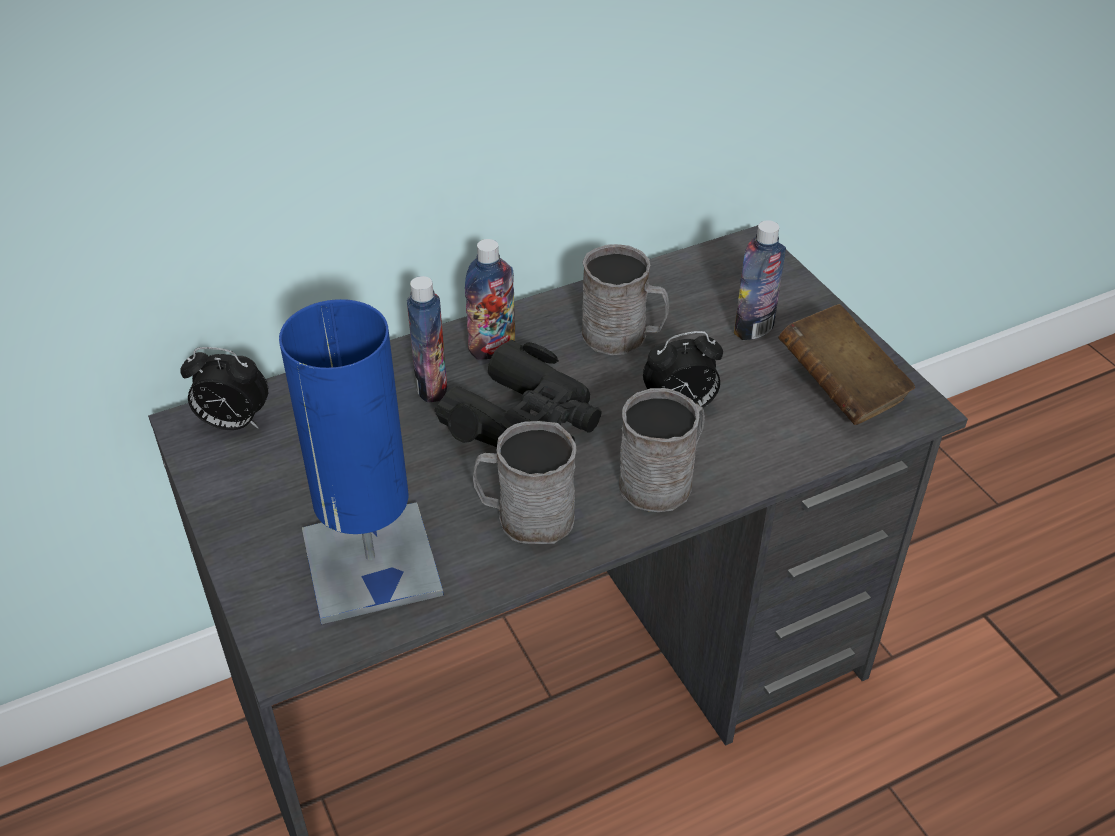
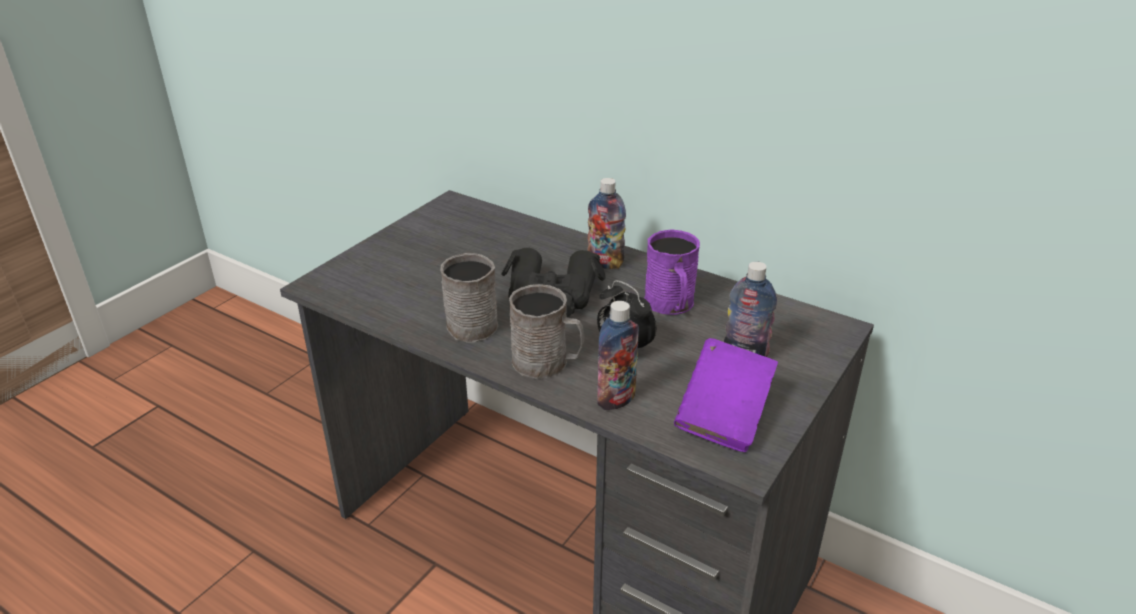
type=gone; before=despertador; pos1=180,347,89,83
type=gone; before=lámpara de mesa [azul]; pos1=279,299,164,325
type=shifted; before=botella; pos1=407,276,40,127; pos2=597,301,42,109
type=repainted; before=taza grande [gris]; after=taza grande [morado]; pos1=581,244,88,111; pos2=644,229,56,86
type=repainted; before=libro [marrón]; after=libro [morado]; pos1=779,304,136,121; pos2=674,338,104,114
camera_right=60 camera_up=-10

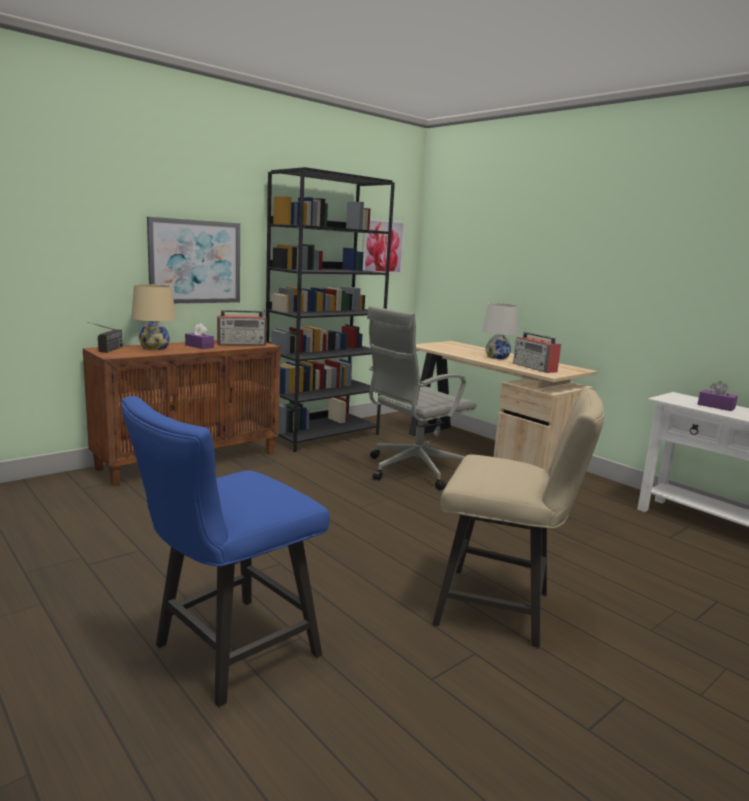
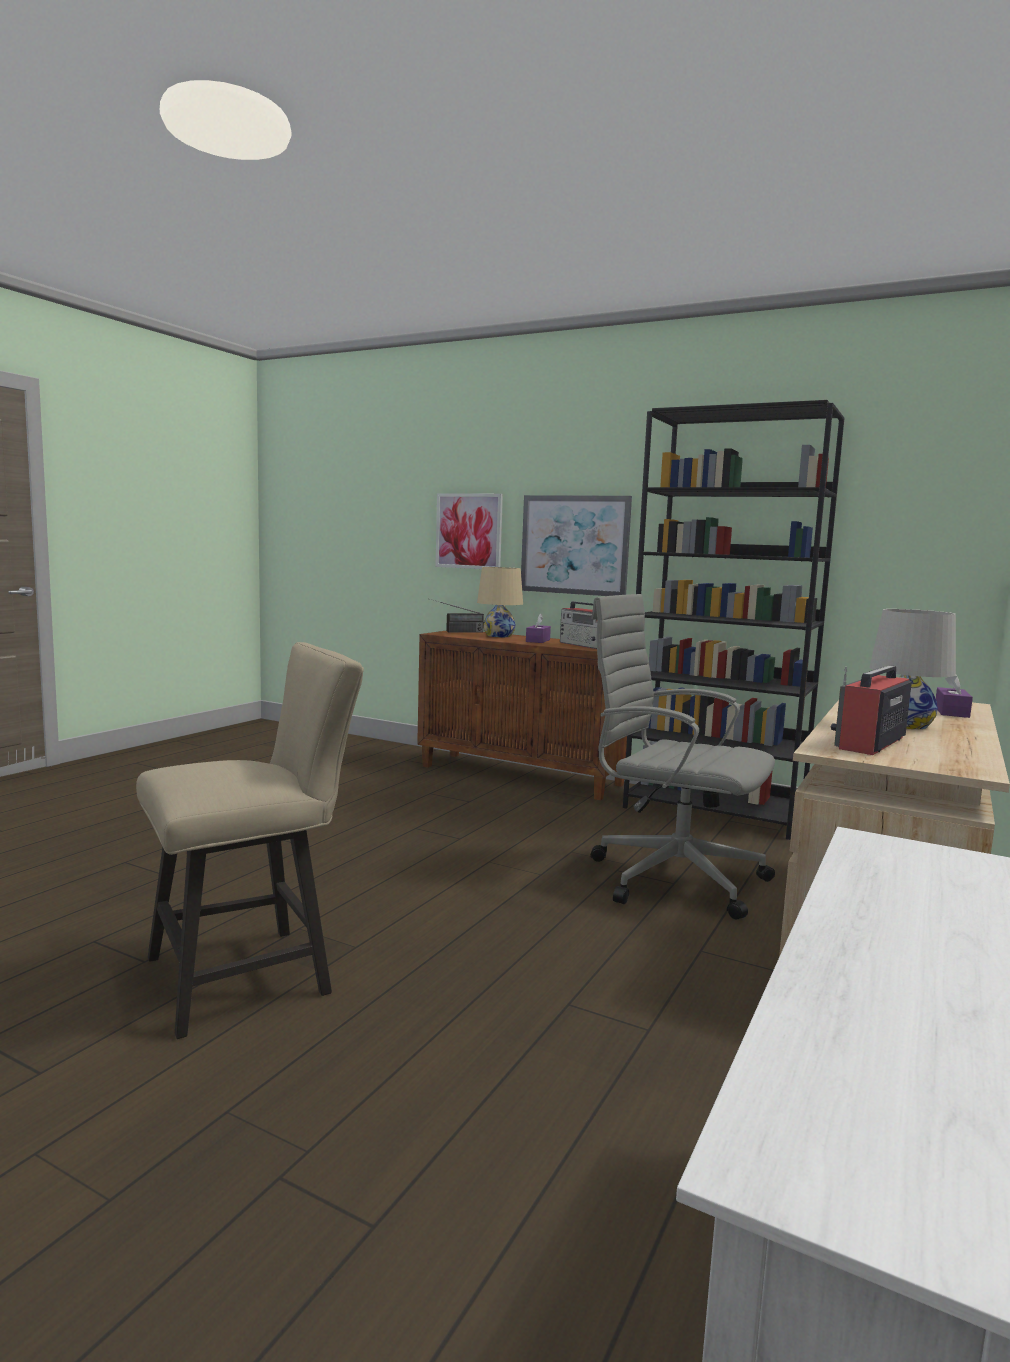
type=gone; before=silla [azul]; pos1=121,396,209,311
type=shifted; before=cuadro; pos1=362,218,43,56; pos2=435,493,68,76
type=rotated; before=silla [beis]; pos1=432,389,172,259; pos2=136,642,228,397; turn=-120
type=shifted; before=caja de pañuelos [morado]; pos1=698,381,40,30; pos2=936,675,37,43
camera_right=70 camera_up=-5

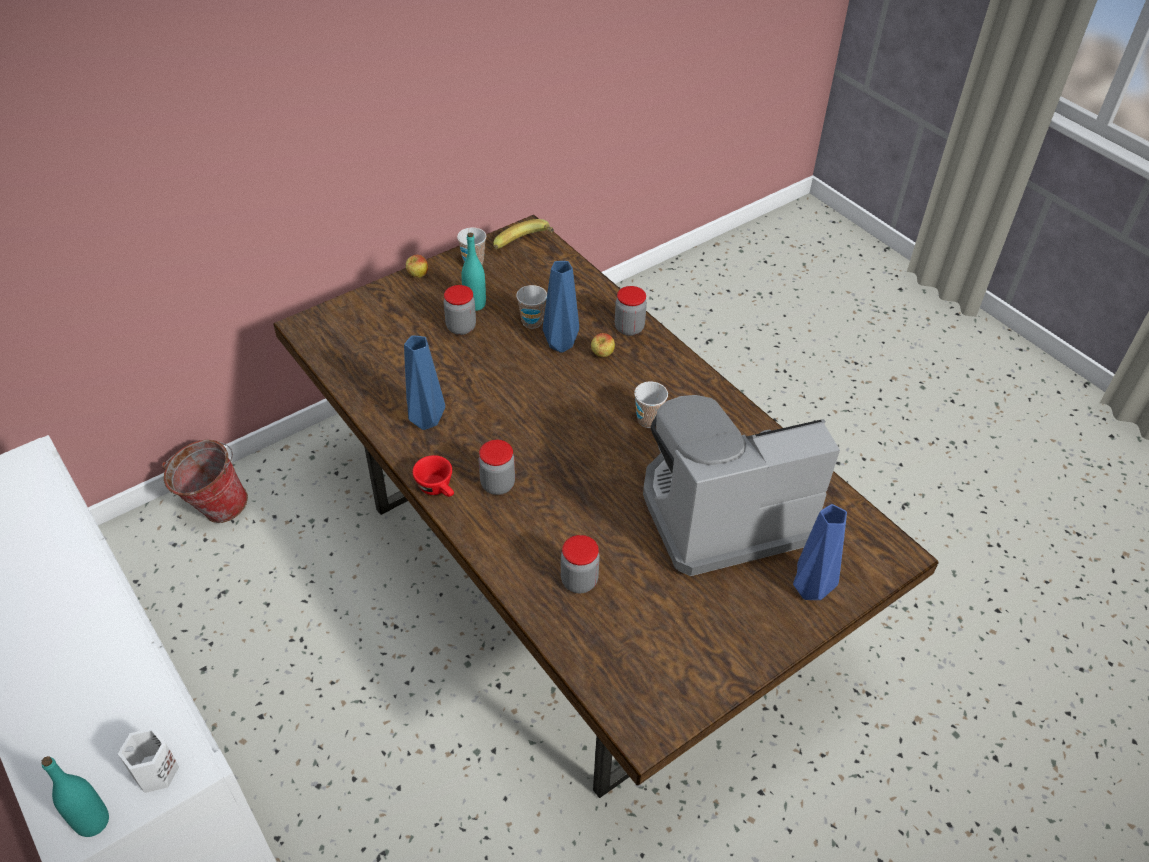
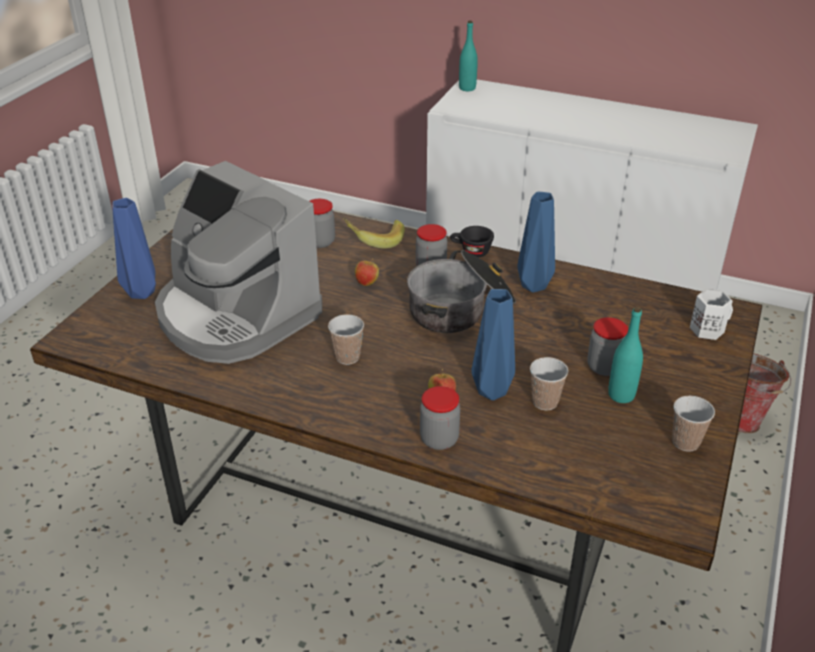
type=shifted; before=taza grande [blanco]; pos1=118,728,61,65; pos2=690,289,43,51
type=shifted; before=manzana; pos1=406,255,22,23; pos2=355,258,24,28
type=repainted; before=taza [rojo]; after=taza [negro]; pos1=412,455,42,42; pos2=450,226,44,31
type=shifted; before=plátano; pos1=493,219,61,30; pos2=342,217,63,32
type=rotated; before=cafetera; pos1=643,395,197,181; pos2=155,161,167,203; turn=90
type=new; after=olla; pos2=407,250,109,83
camera_right=150 camera_up=-10

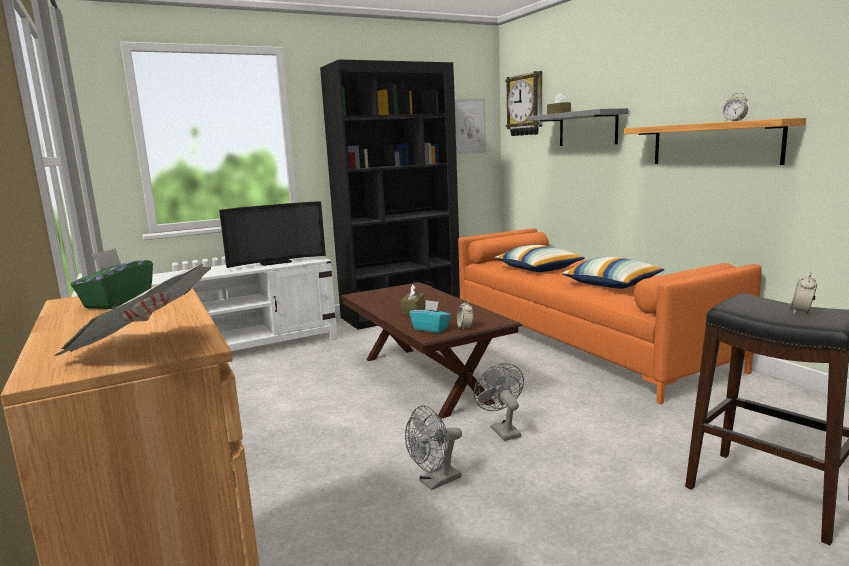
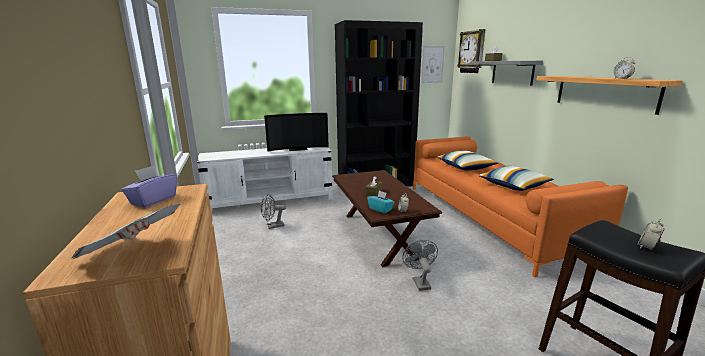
type=repainted; before=caja de pañuelos [verde]; after=caja de pañuelos [morado]; pos1=71,248,82,61; pos2=122,166,55,42
type=shifted; before=ventilador [gris]; pos1=405,405,57,85; pos2=261,194,25,35
camera_right=10 camera_up=5

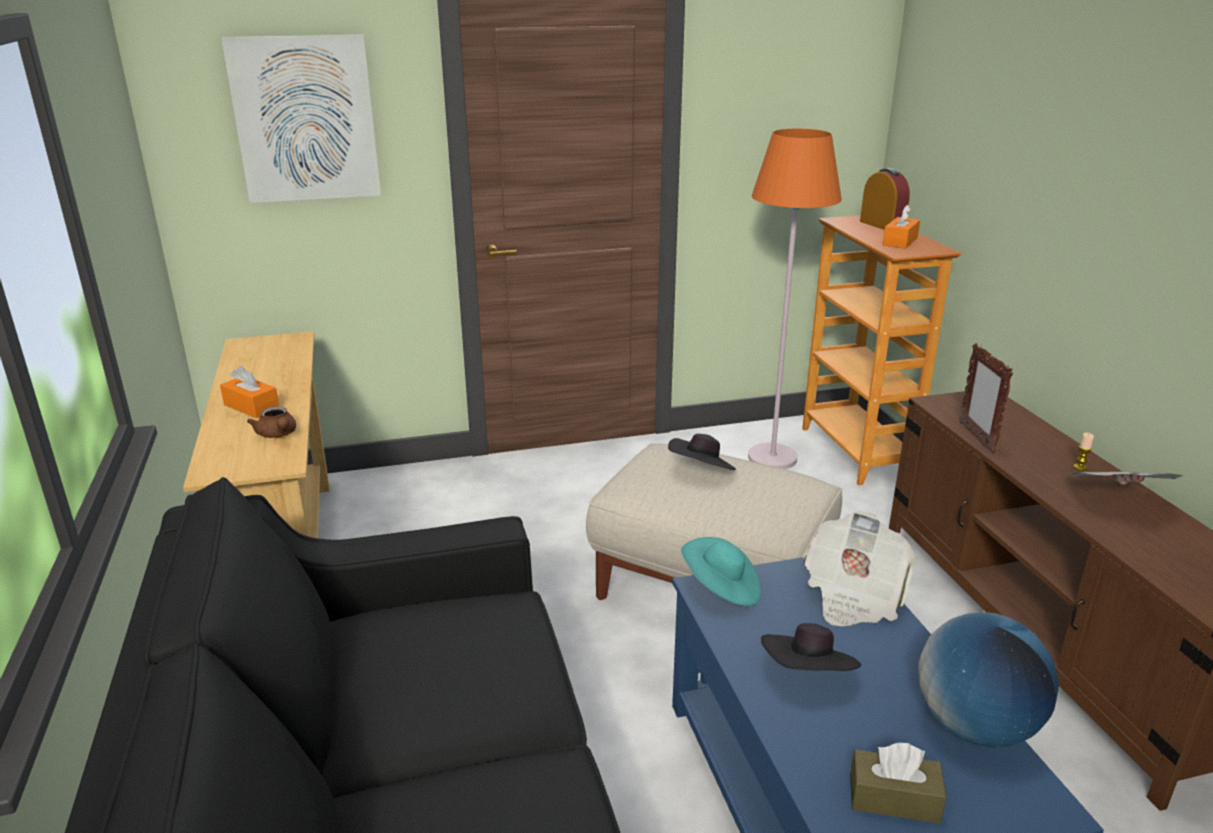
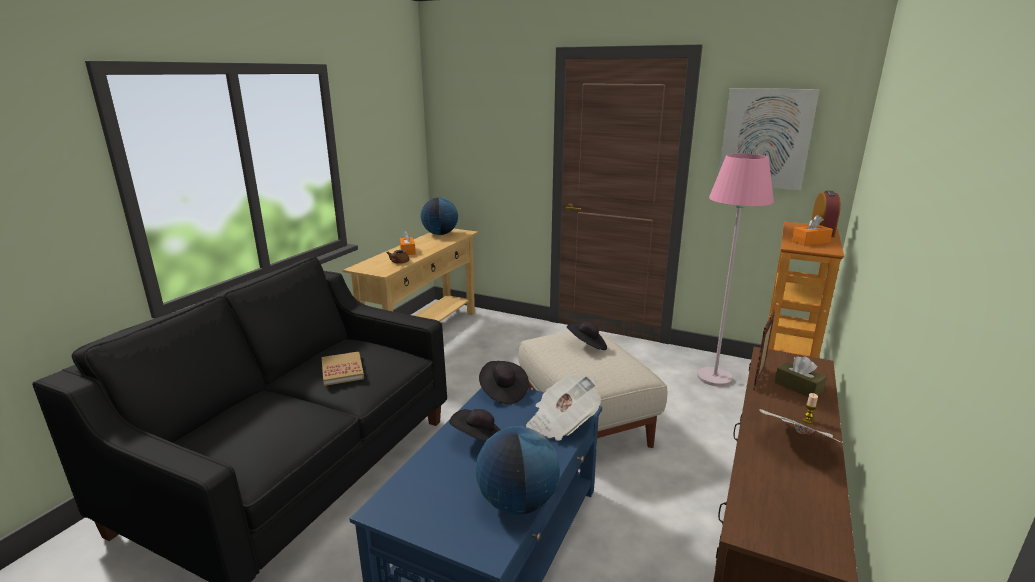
type=shifted; before=cuadro; pos1=221,34,160,169; pos2=719,88,100,102
type=repainted; before=sombrero [turquesa]; after=sombrero [negro]; pos1=681,537,80,69; pos2=479,361,50,43
type=repainted; before=lámpara de pie [naranja]; after=lámpara de pie [rosa]; pos1=748,129,94,340; pos2=697,153,77,234
type=shifted; before=caja de pañuelos [marrón]; pos1=850,743,96,81; pos2=774,356,53,41
type=new; after=libro; pos2=322,352,42,34
type=new; after=globo terráqueo; pos2=421,197,37,38
camera_right=40 camera_up=-5

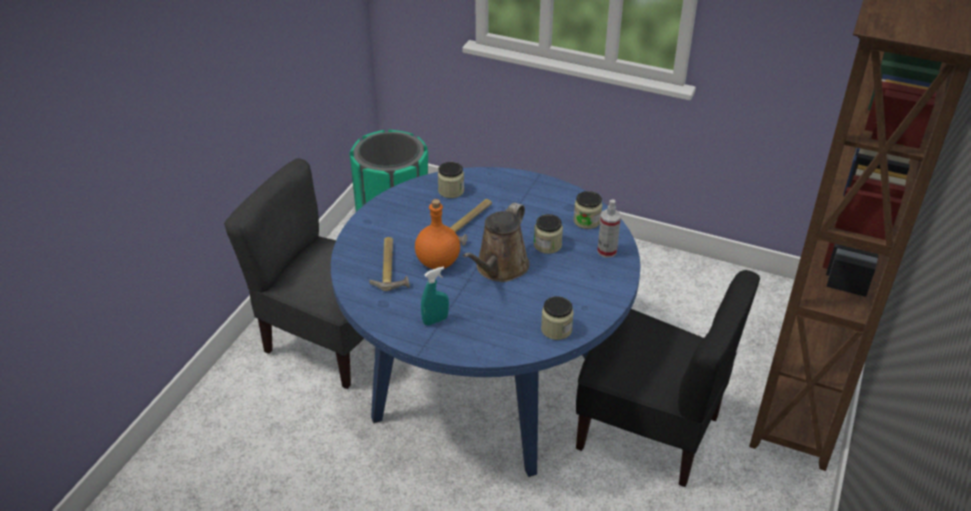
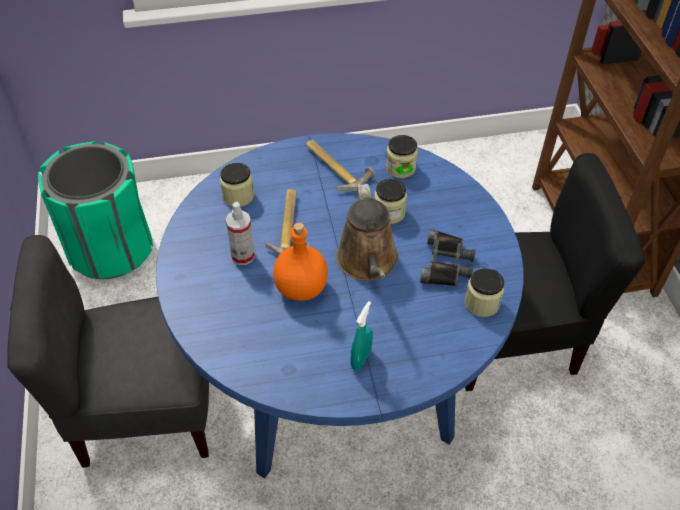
type=shifted; before=martillo; pos1=369,237,41,54; pos2=306,140,69,51
type=shifted; before=pulverizador; pos1=597,200,24,58; pos2=226,202,29,63
type=new; after=prismáticos [negro]; pos2=420,229,55,57
camera_right=-35 camera_up=10

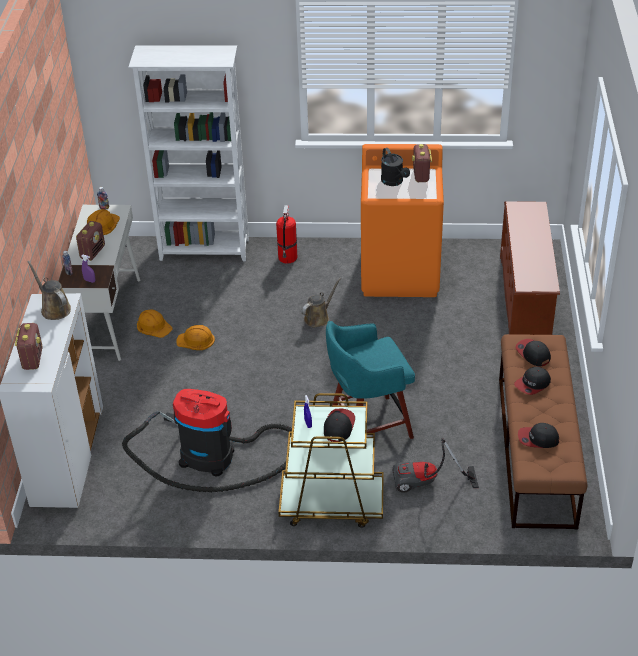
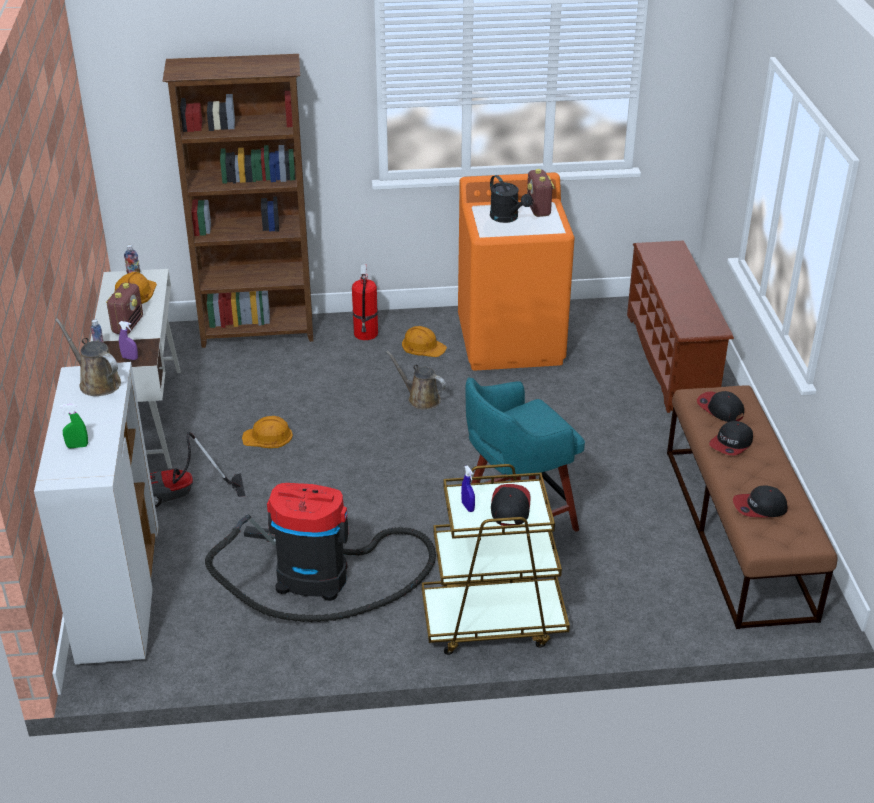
type=swapped; before=radio; after=pulverizador [verde]; pos1=15,323,28,47; pos2=60,404,28,44
type=repainted; before=estantería [blanco]; after=estantería [marrón]; pos1=128,45,121,216; pos2=163,54,150,294
type=shifted; before=casco [naranja]; pos1=137,309,36,29; pos2=402,326,45,31
type=rotated; before=regadera [marrón]; pos1=301,278,40,49; pos2=387,351,59,59; turn=-90
type=shifted; before=aspiradora; pos1=393,438,86,55; pos2=150,432,95,76
camera_right=-10 camera_up=-5

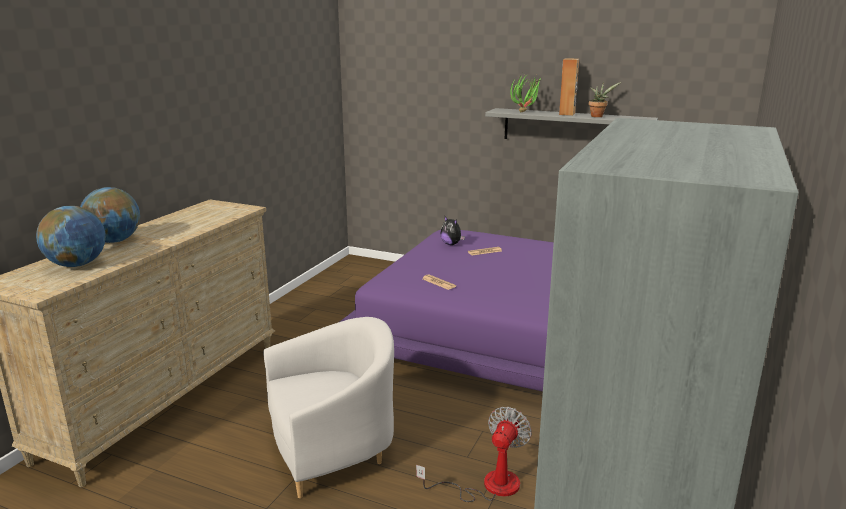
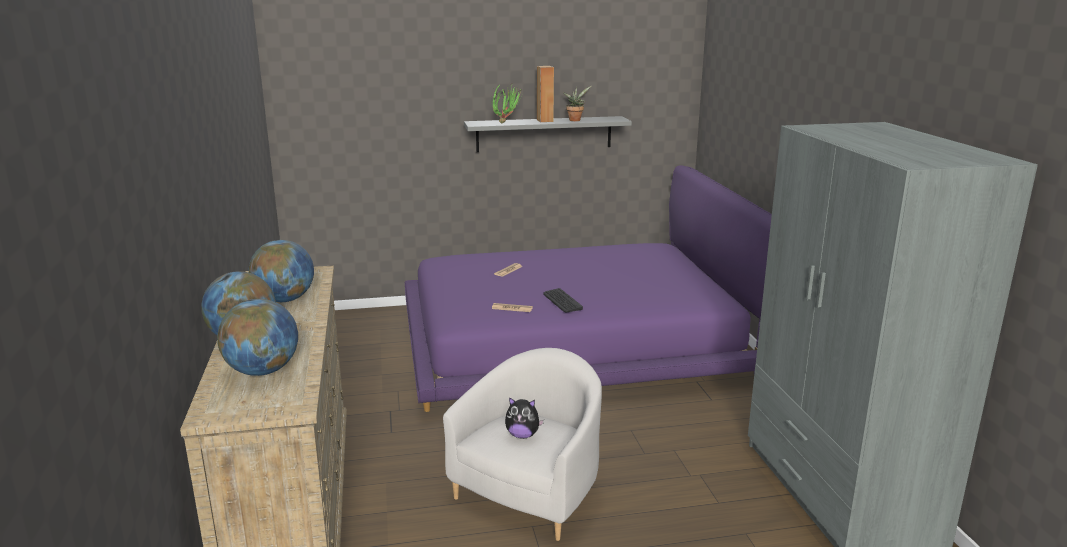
type=gone; before=ventilador; pos1=416,407,116,95
type=shifted; before=peluche; pos1=440,217,25,28; pos2=505,397,39,42
type=new; after=globo terráqueo; pos2=249,240,65,62
type=new; after=teclado; pos2=543,288,40,24
camera_right=-35 camera_up=0

